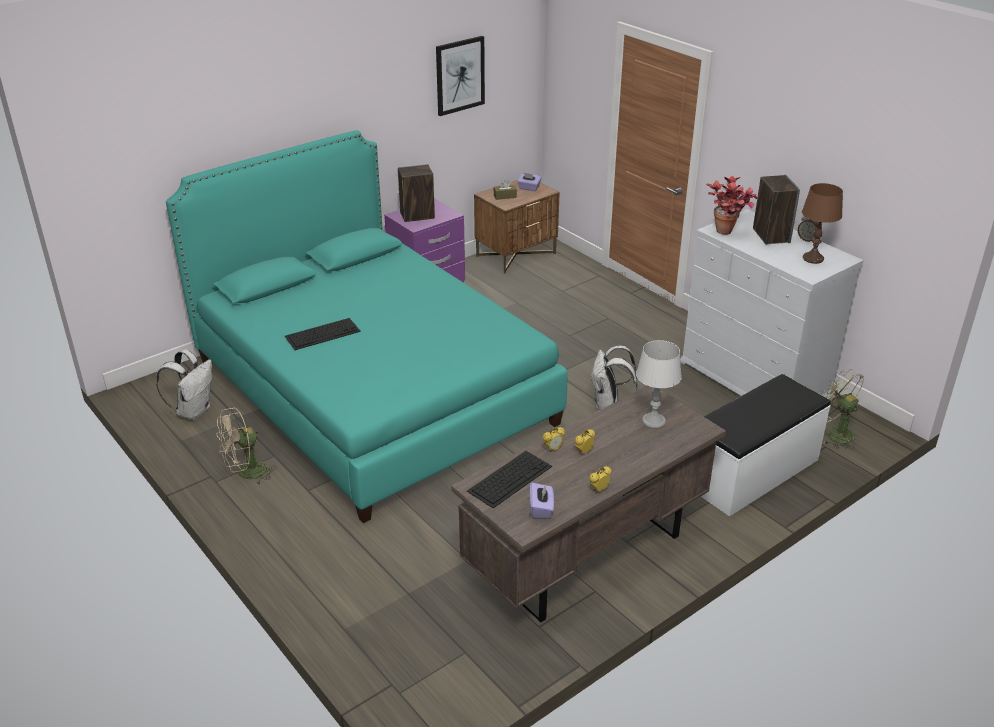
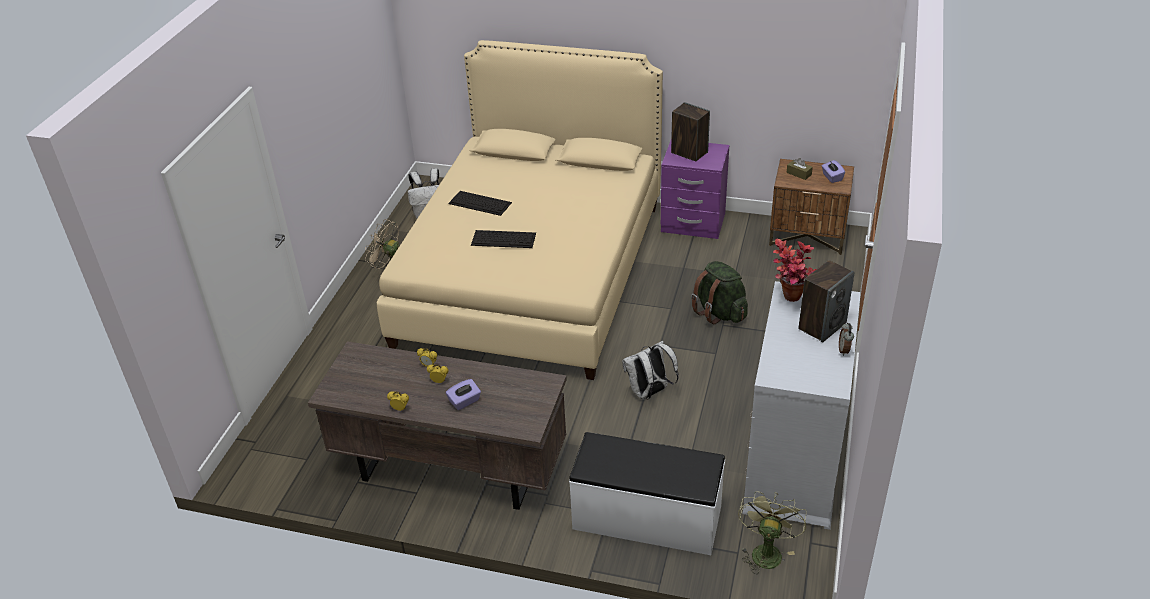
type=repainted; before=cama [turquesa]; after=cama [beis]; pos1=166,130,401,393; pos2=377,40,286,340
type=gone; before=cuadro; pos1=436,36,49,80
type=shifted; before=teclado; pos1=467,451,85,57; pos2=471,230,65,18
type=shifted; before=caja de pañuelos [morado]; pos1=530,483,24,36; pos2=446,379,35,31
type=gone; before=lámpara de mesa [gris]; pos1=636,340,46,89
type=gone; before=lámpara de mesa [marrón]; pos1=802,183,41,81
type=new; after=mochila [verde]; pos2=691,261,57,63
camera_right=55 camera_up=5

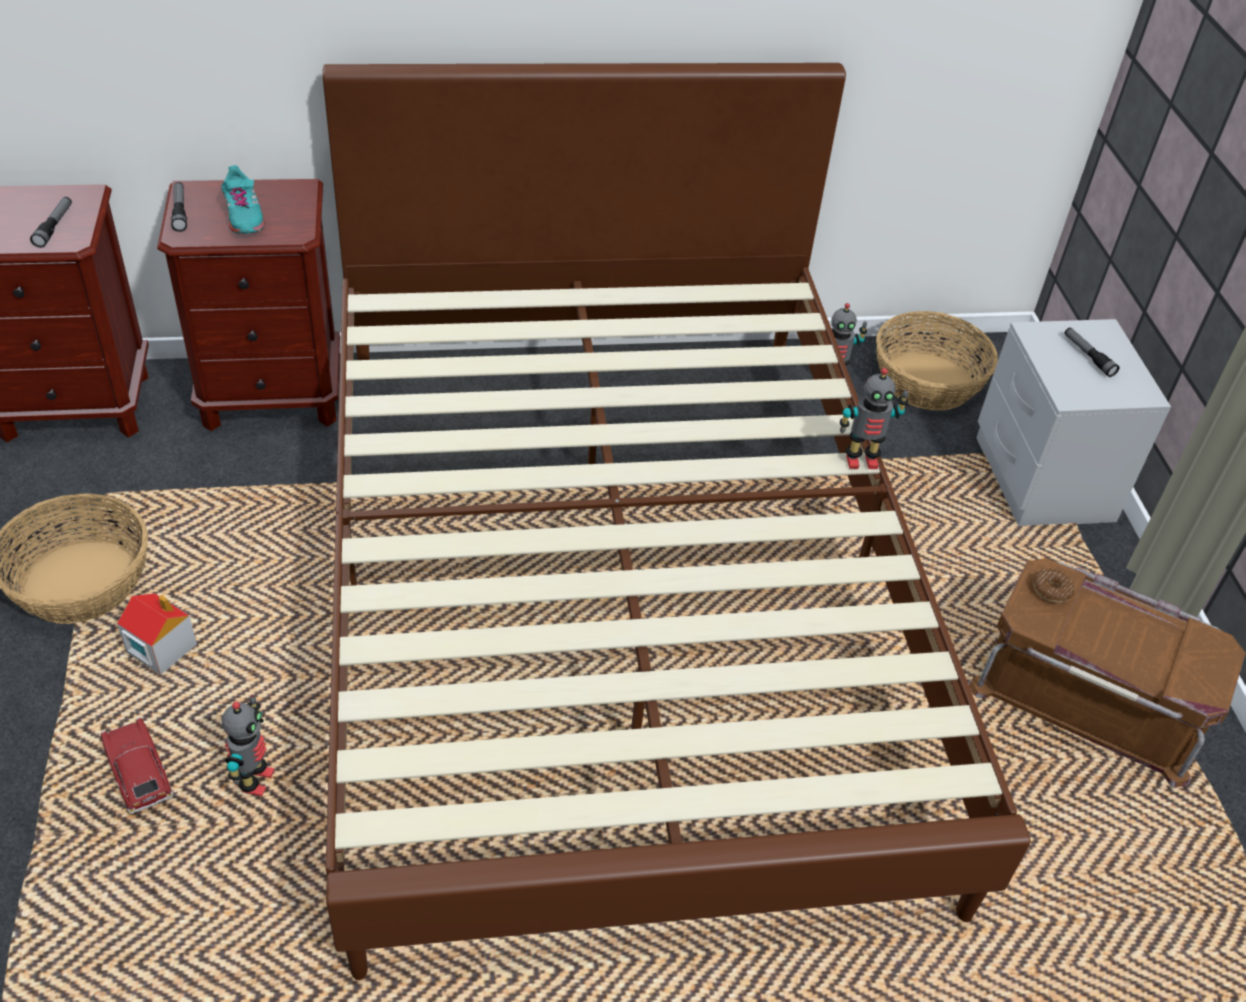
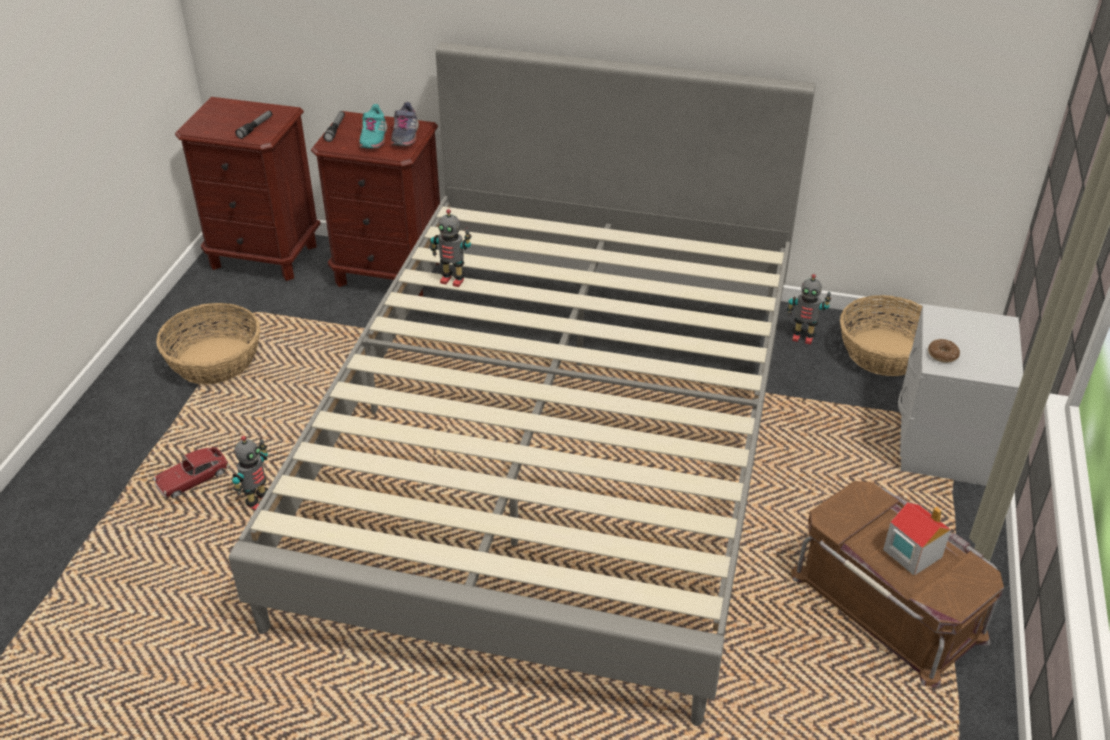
type=rotated; before=coche de juguete; pos1=101,717,72,97; pos2=153,447,77,51; turn=-120
type=shifted; before=casita; pos1=117,593,80,82; pos2=883,502,68,74
type=repainted; before=cama [marrón]; after=cama [gris]; pos1=323,63,707,917; pos2=229,42,587,684
type=shifted; before=robot de juguete; pos1=840,368,68,101; pos2=431,209,40,78
type=shifted; before=rosquilla; pos1=1033,569,41,34; pos2=928,339,32,24
type=gone; before=linterna; pos1=1065,328,54,49
type=new; after=zapato [gris]; pos2=391,102,28,44
camera_right=25 camera_up=-5

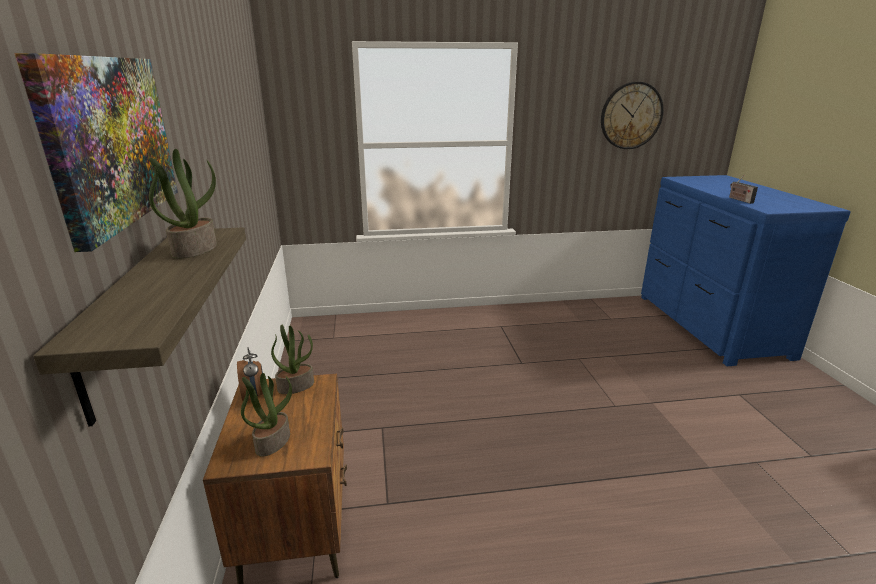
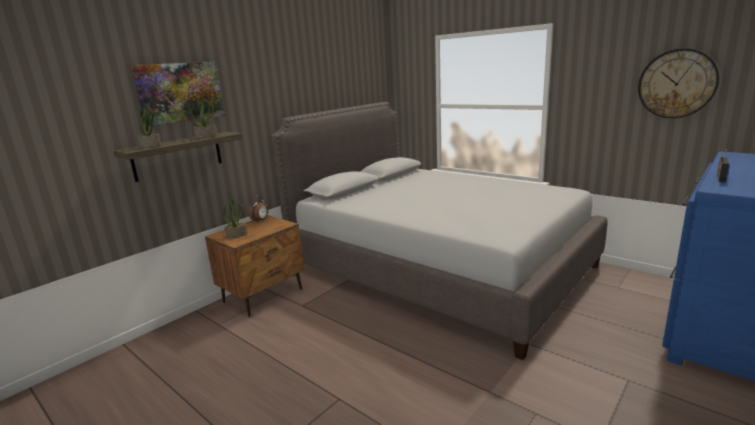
type=shifted; before=planta en maceta; pos1=271,324,43,70; pos2=137,102,25,46
type=new; after=cama [gris]; pos2=271,102,336,258
camera_right=50 camera_up=-5

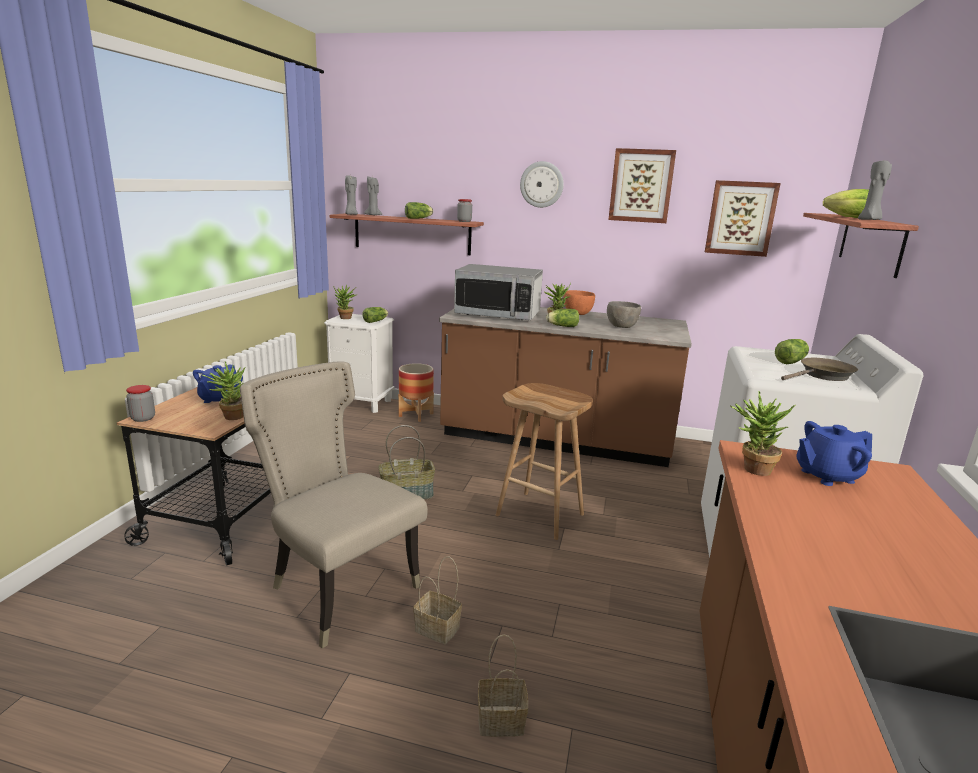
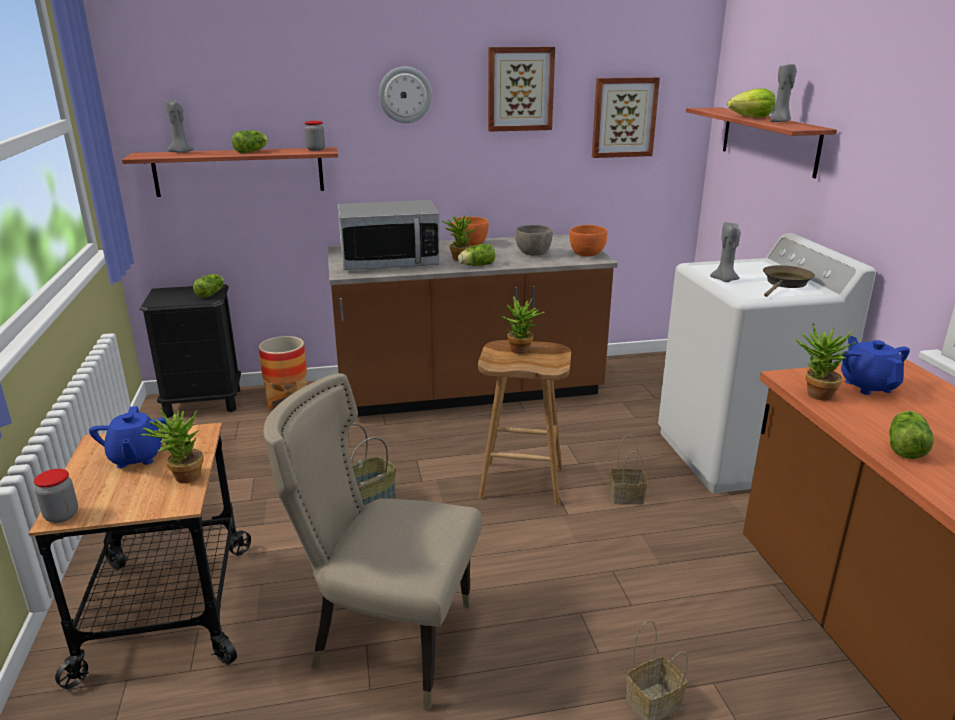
type=repainted; before=mesita de noche [blanco]; after=mesita de noche [negro]; pos1=324,314,71,99; pos2=140,284,101,134
type=shifted; before=planta en maceta; pos1=334,285,24,34; pos2=502,297,43,57
type=shifted; before=vela [gris]; pos1=345,175,13,40; pos2=710,222,31,60
type=shifted; before=cesta; pos1=413,556,49,88; pos2=610,435,38,70
type=shifted; before=lechuga; pos1=775,339,34,25; pos2=889,411,45,48
type=rotated; before=tetera [azul]; pos1=796,421,76,65; pos2=841,336,69,59; turn=120
type=new; after=cuenco [naranja]; pos2=570,225,37,31
camera_right=-25 camera_up=5

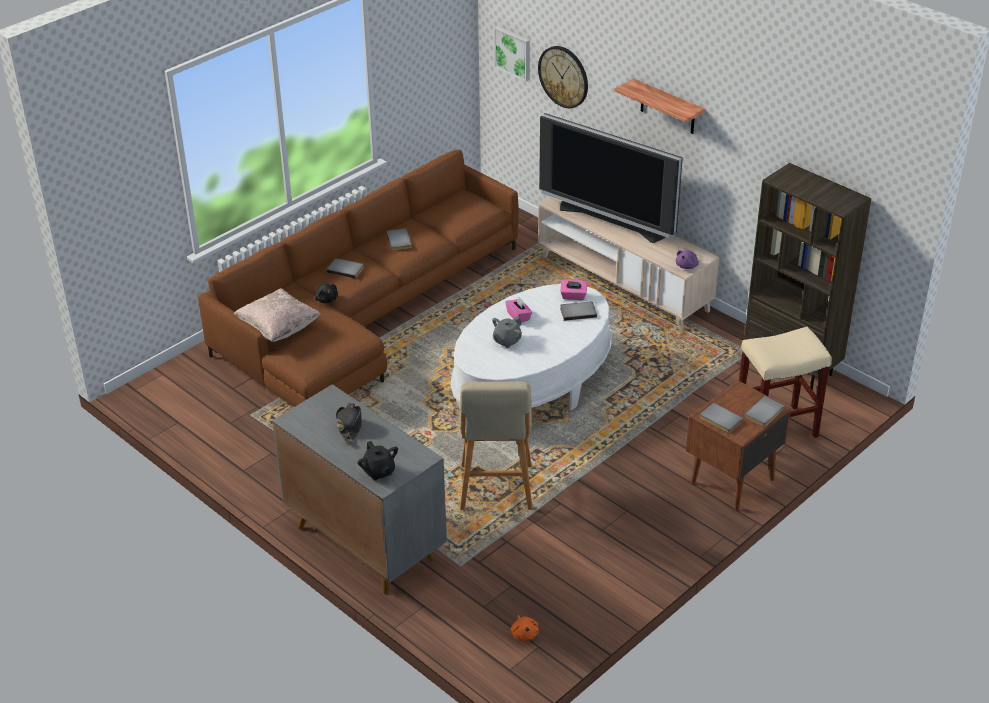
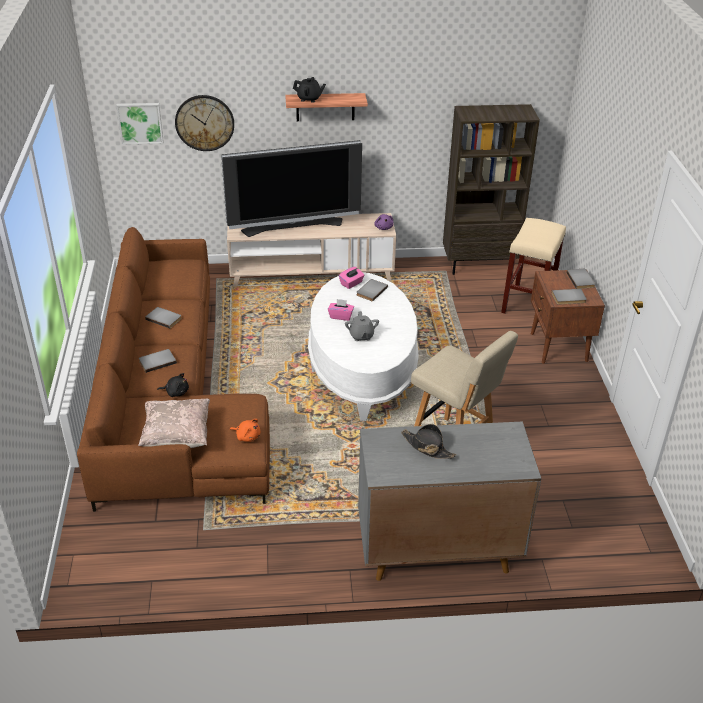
type=shifted; before=tetera [negro]; pos1=358,441,40,39; pos2=293,77,33,26
type=shifted; before=peluche [naranja]; pos1=510,615,29,26; pos2=230,419,30,23
camera_right=-50 camera_up=0

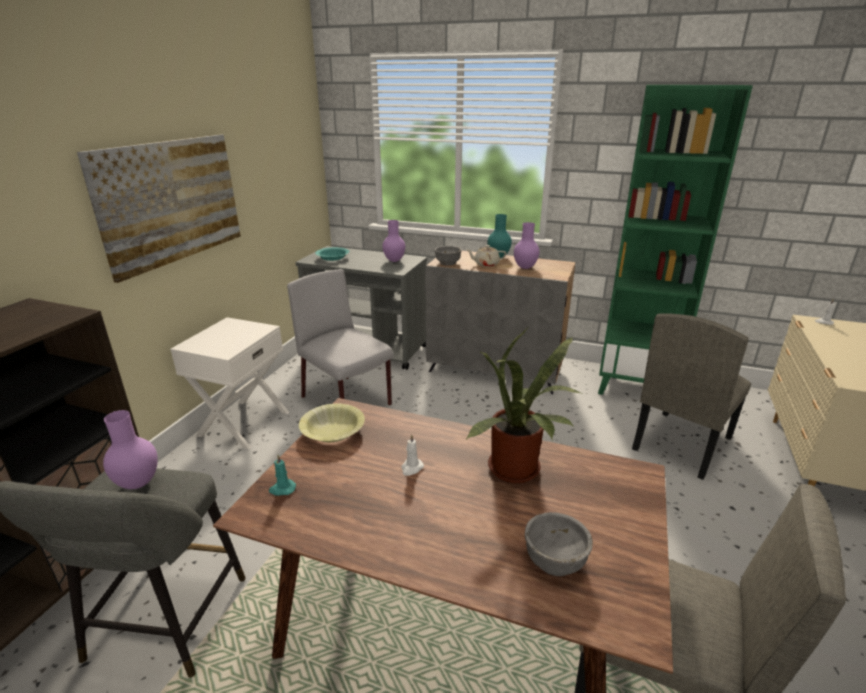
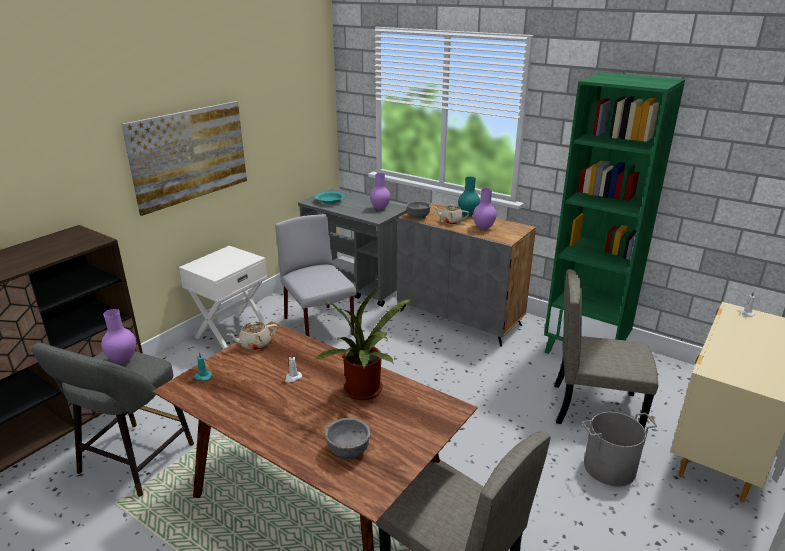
type=swapped; before=cuenco [amarillo]; after=tetera [beis]; pos1=299,404,66,38; pos2=226,322,52,28
type=rotated; before=silla [beis]; pos1=632,313,119,167; pos2=554,269,104,160; turn=45
type=new; after=cubo [gris]; pos2=582,412,75,74
camera_right=15 camera_up=0

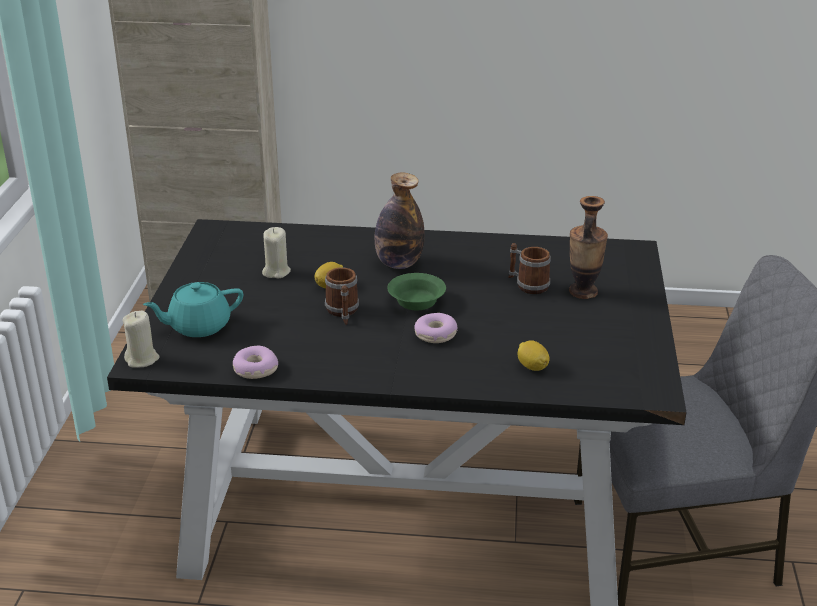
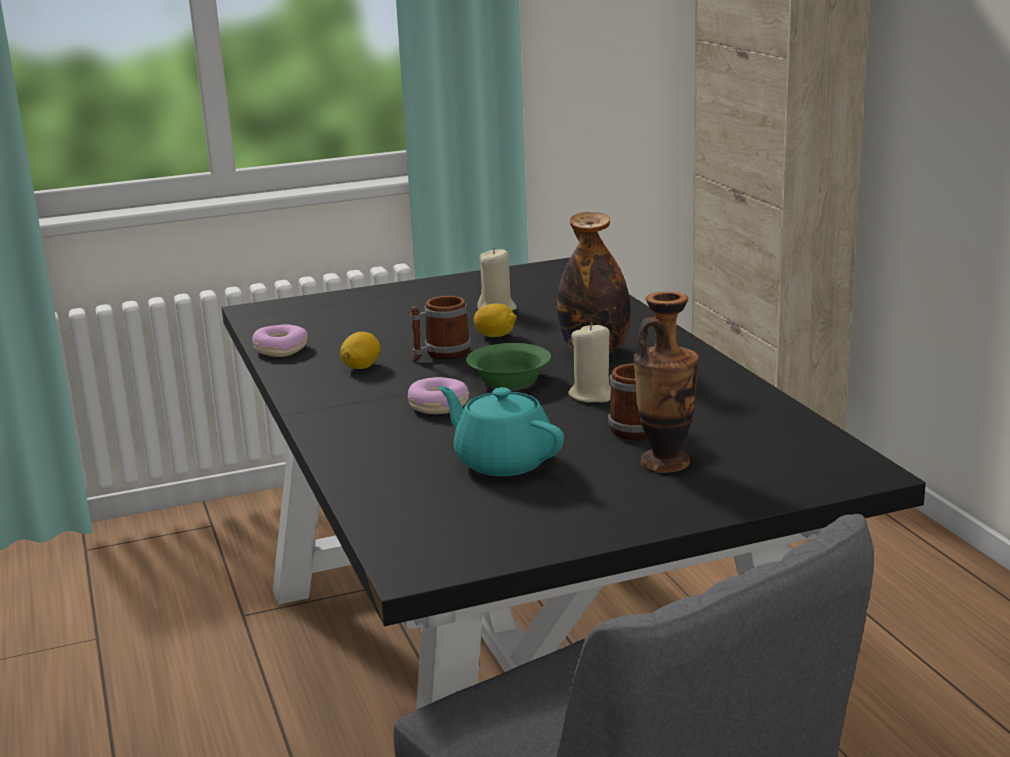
type=shifted; before=vela [beis]; pos1=123,311,37,57; pos2=568,323,43,80
type=shifted; before=tetera [turquesa]; pos1=143,282,100,55; pos2=439,386,125,90
type=shifted; before=limón; pos1=517,340,33,31; pos2=340,332,40,37
camera_right=65 camera_up=-10

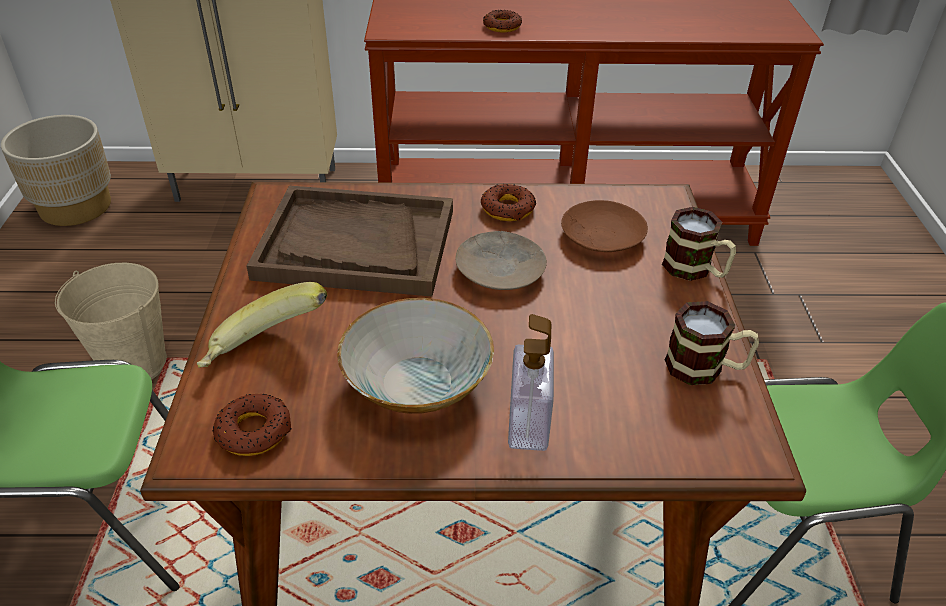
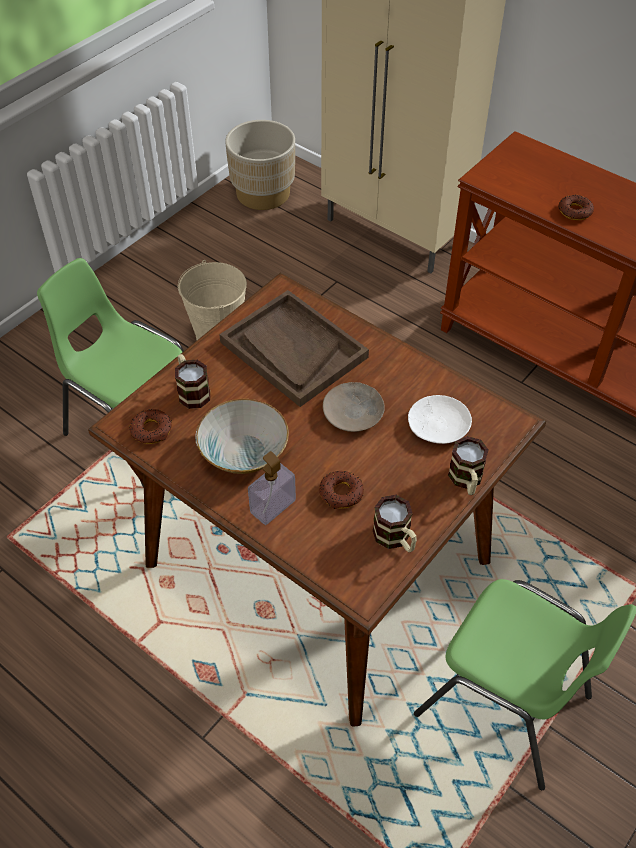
type=swapped; before=plátano; after=taza grande; pos1=197,282,130,86; pos2=175,354,35,55
type=shifted; before=rosquilla; pos1=481,184,55,37; pos2=319,471,45,38
type=repainted; before=plato [marrón]; after=plato [blanco]; pos1=561,200,87,52; pos2=408,395,64,49
camera_right=40 camera_up=10

